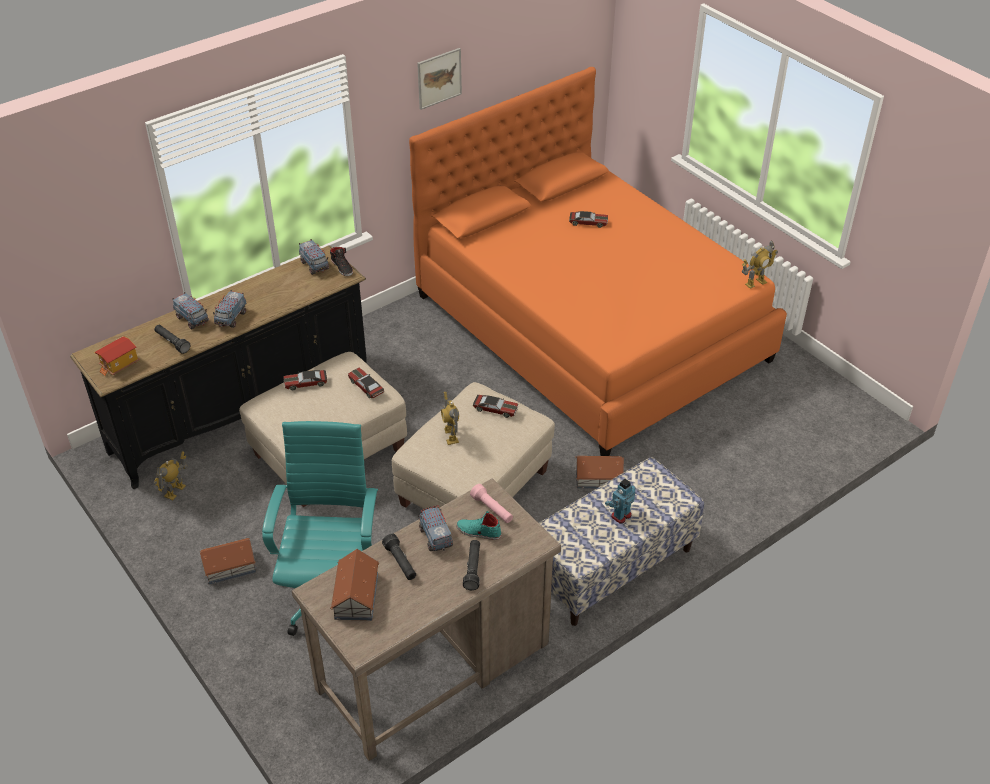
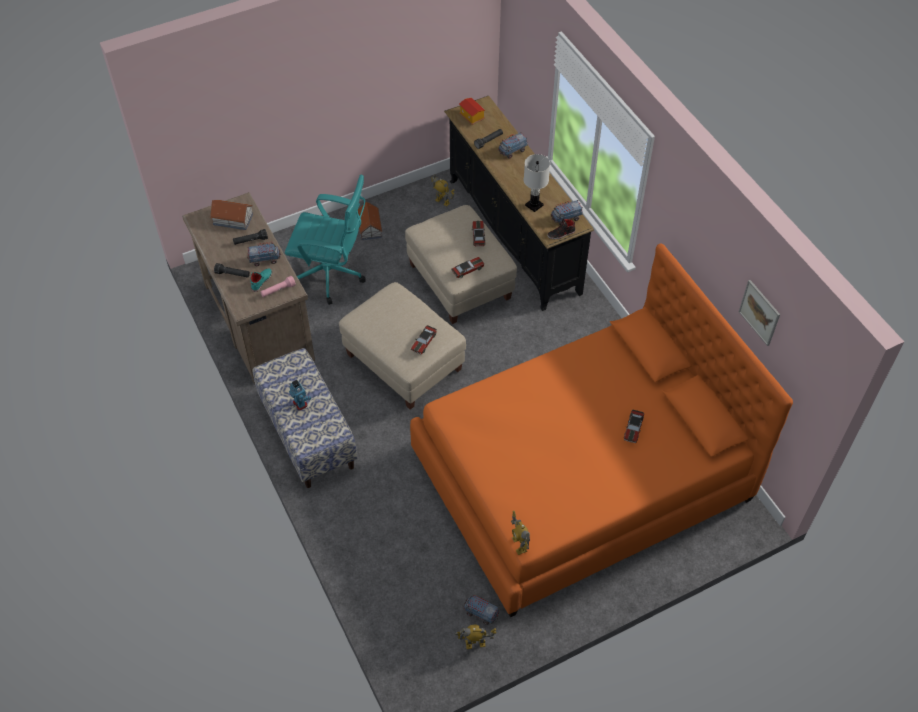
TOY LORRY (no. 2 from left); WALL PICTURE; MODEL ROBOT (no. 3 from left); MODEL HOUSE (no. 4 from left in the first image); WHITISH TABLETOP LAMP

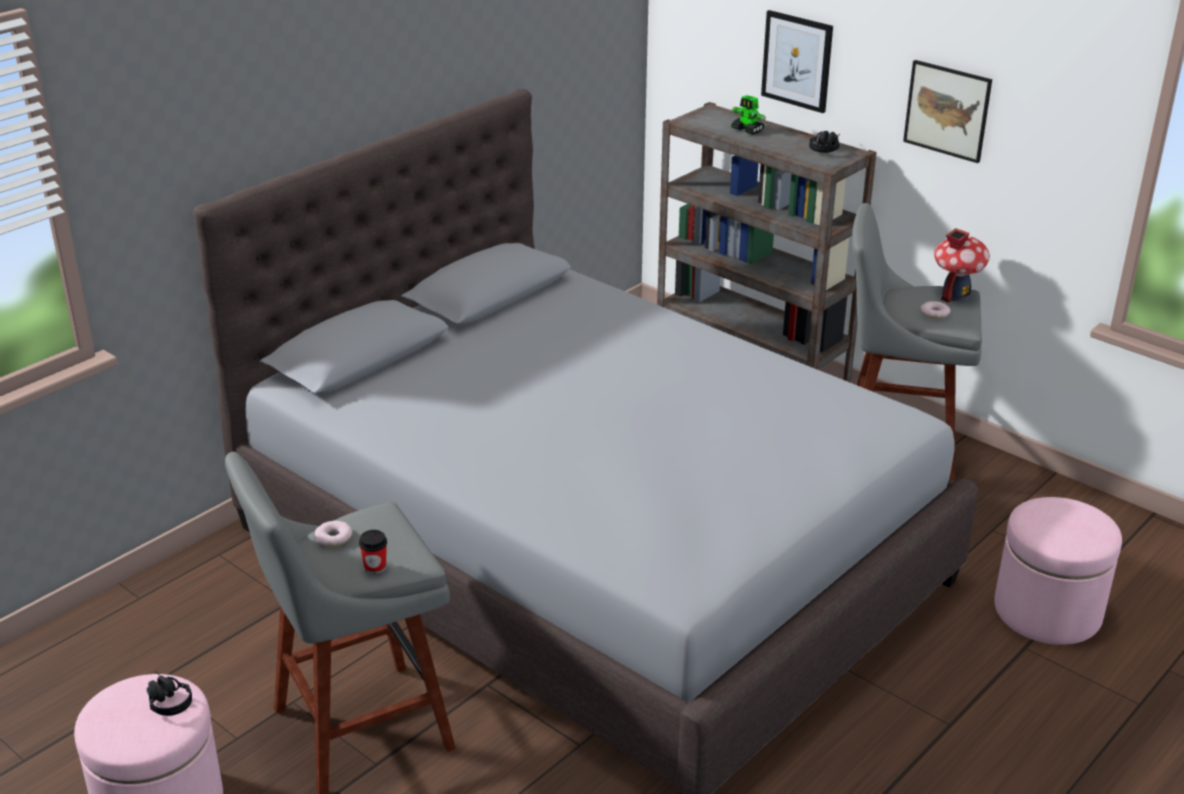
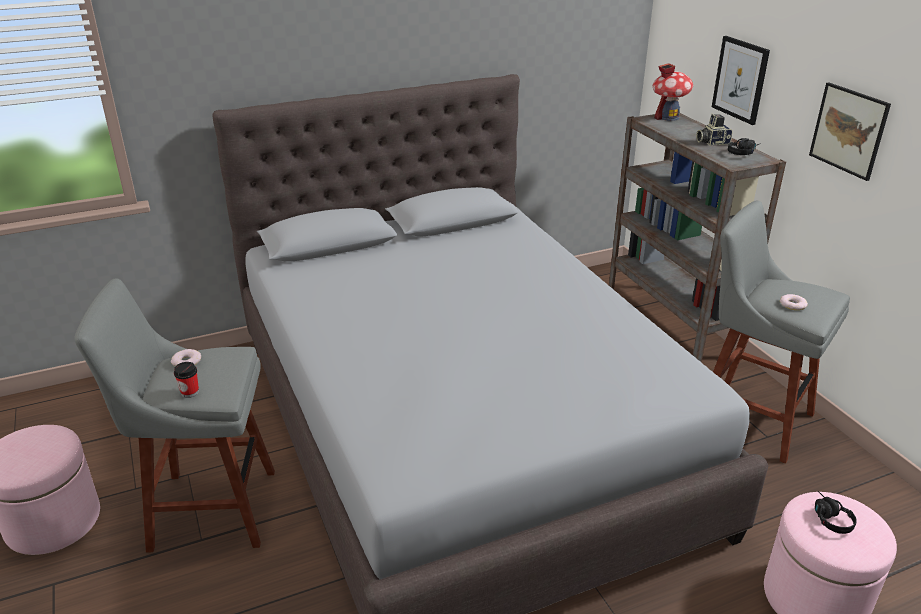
BLACK HEADPHONES (no. 2 from left); MODEL ROBOT; MODEL HOUSE; PHOTO CAMERA

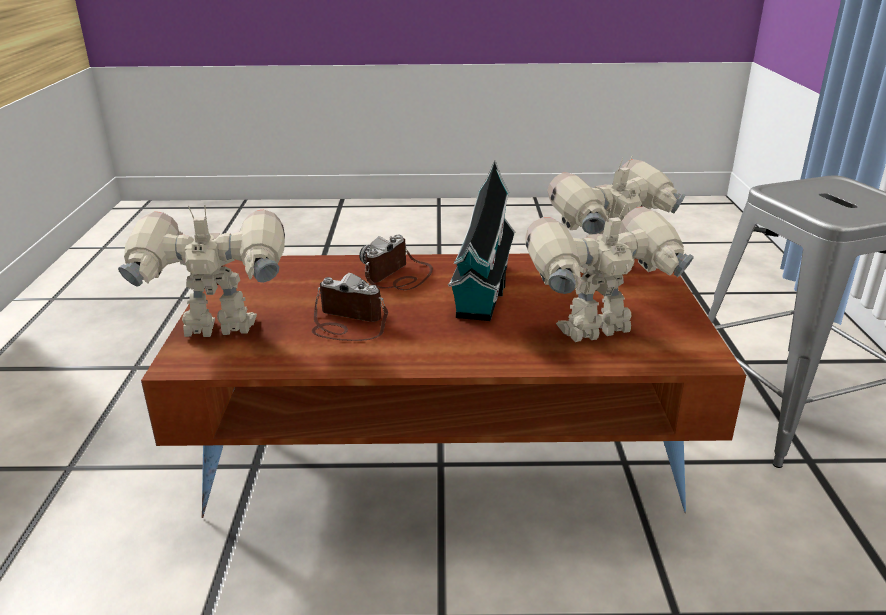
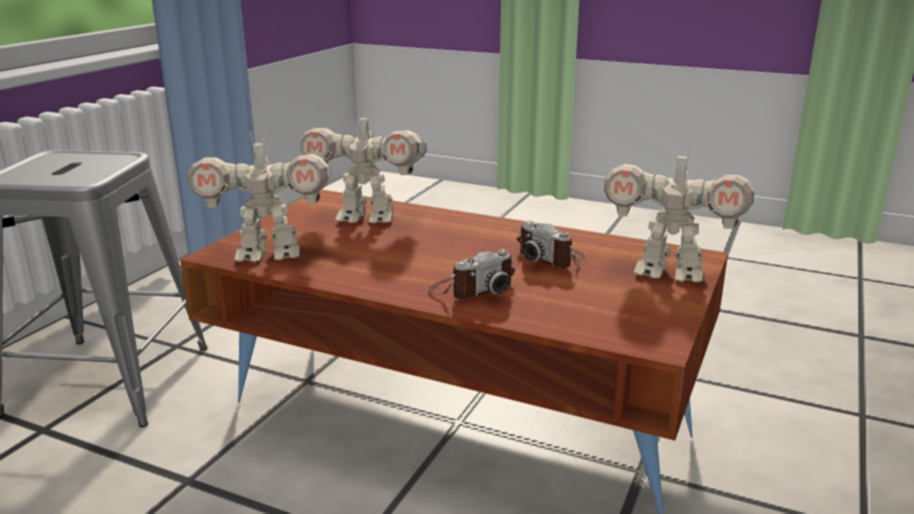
MODEL HOUSE

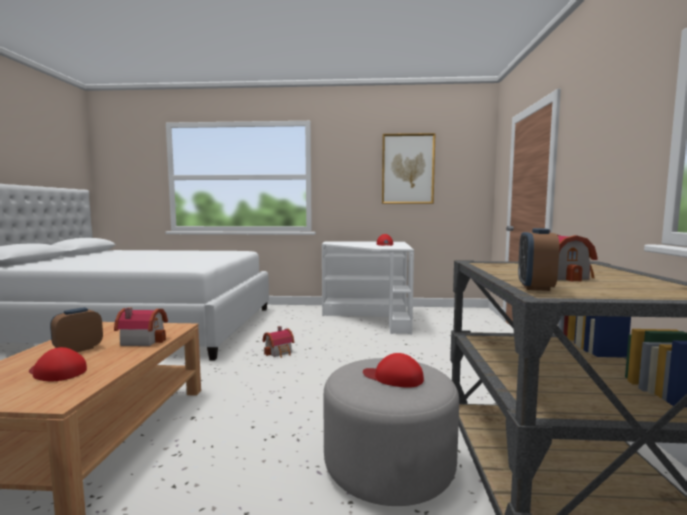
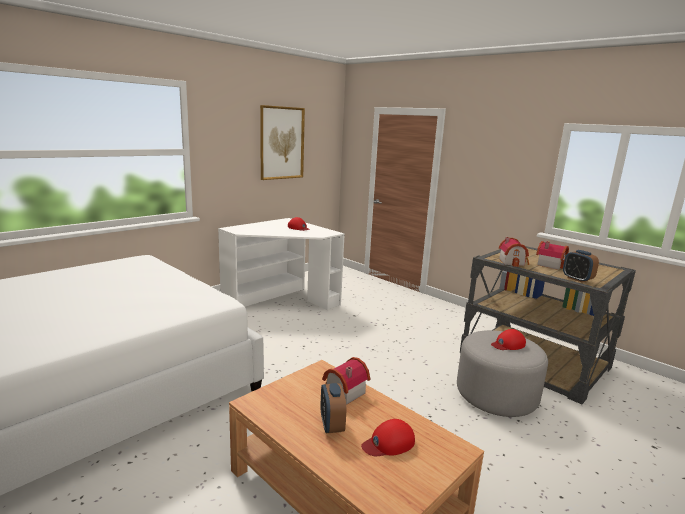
MODEL HOUSE (no. 2 from left)

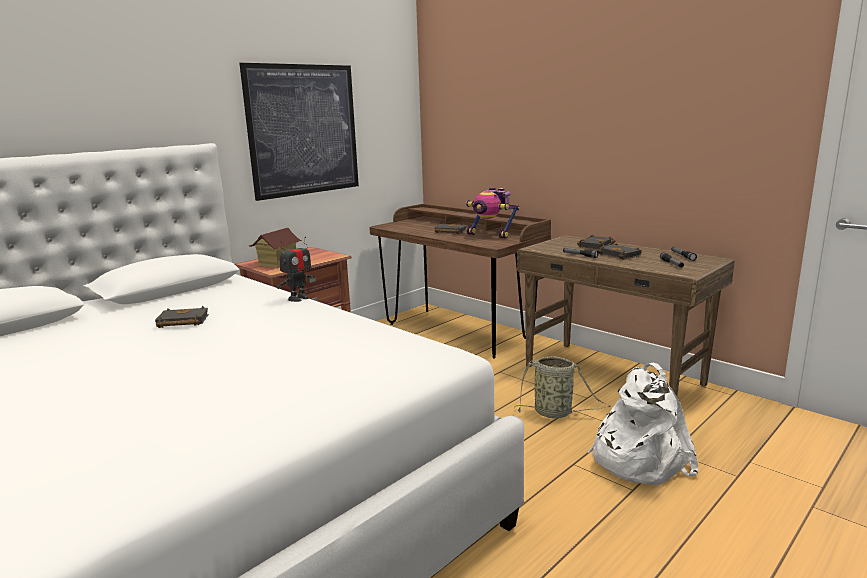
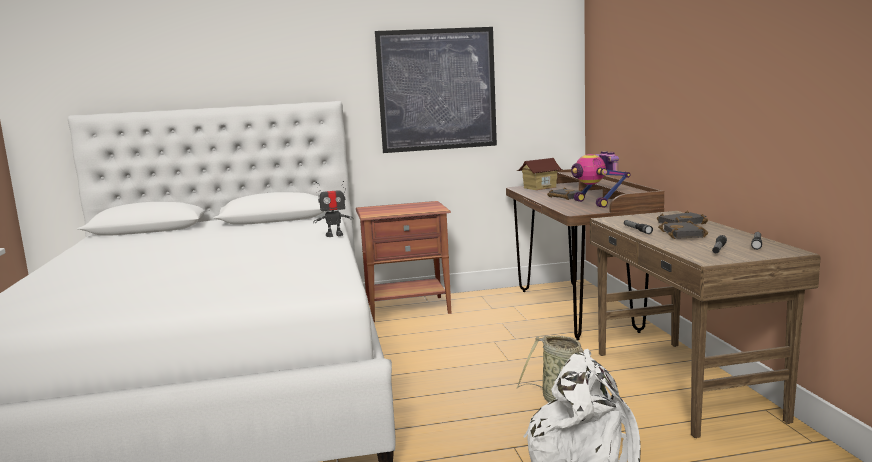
BLACK VOLUME (no. 1 from left in the first image); MODEL HOUSE

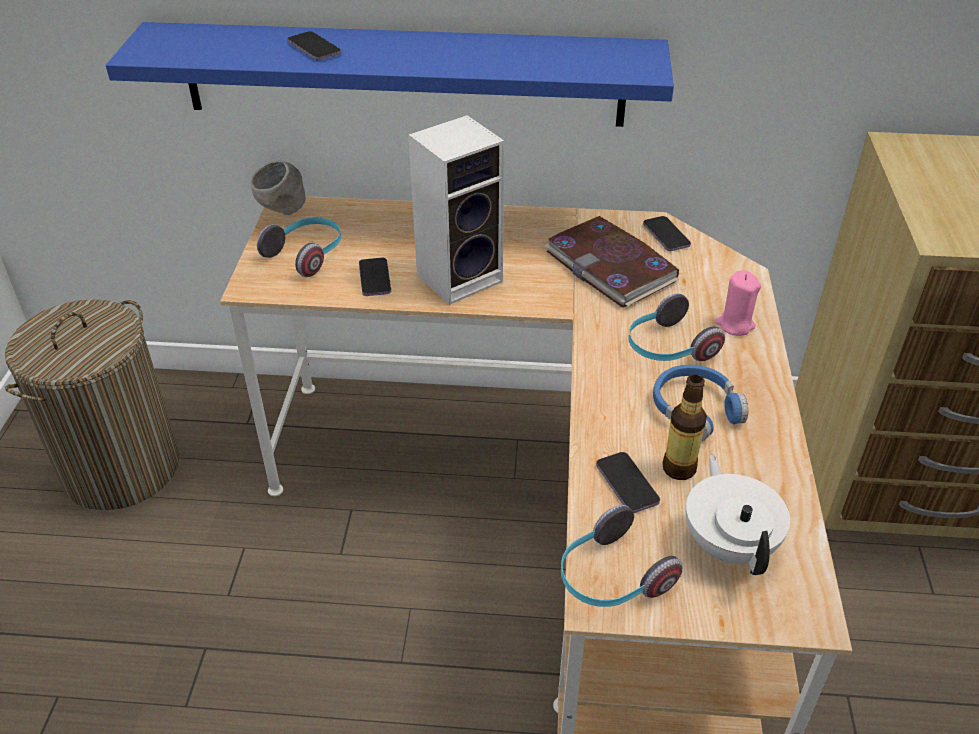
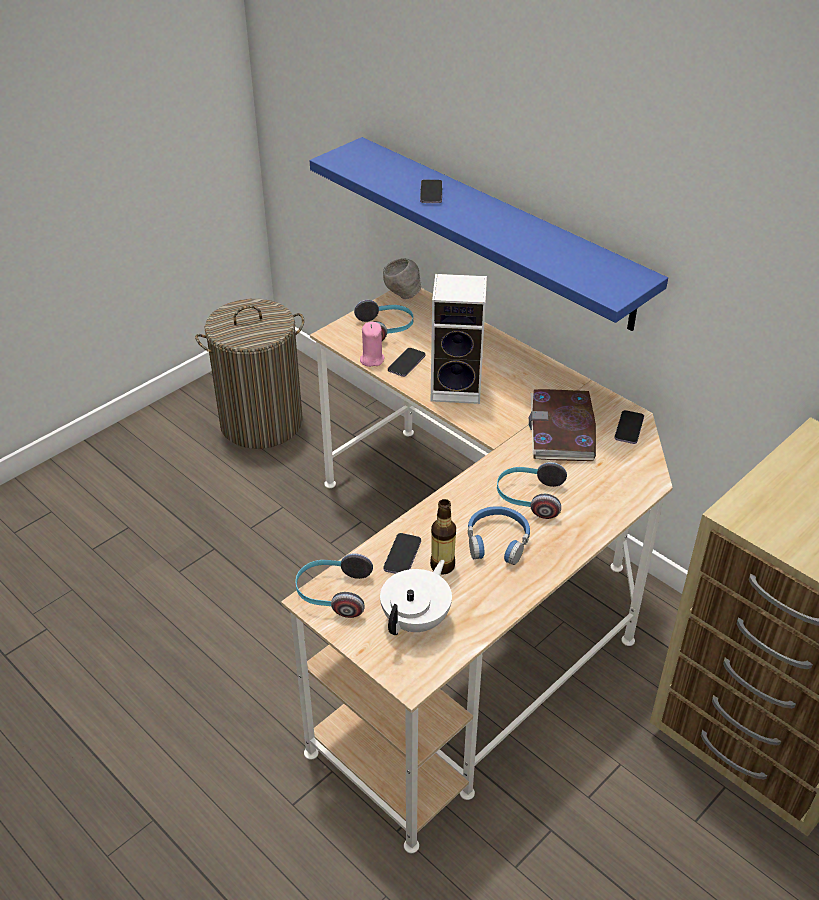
PINK CANDLE

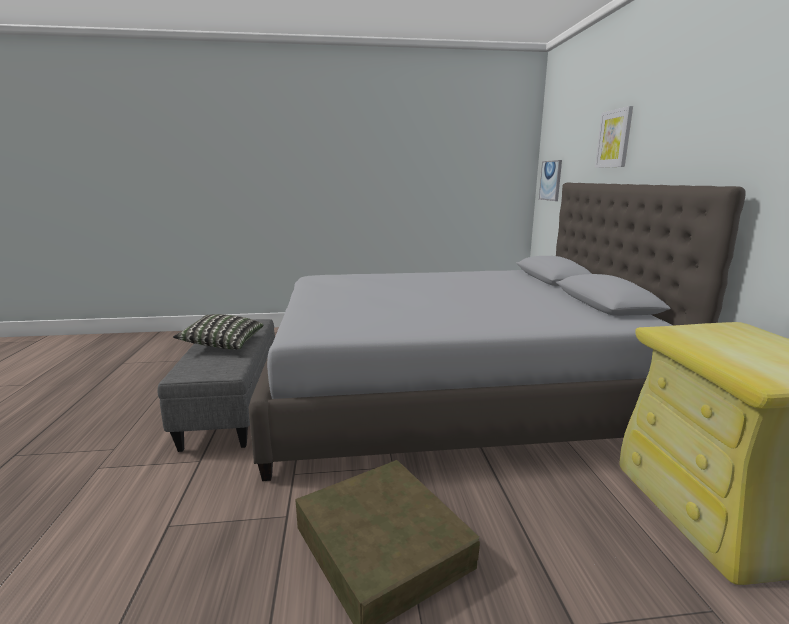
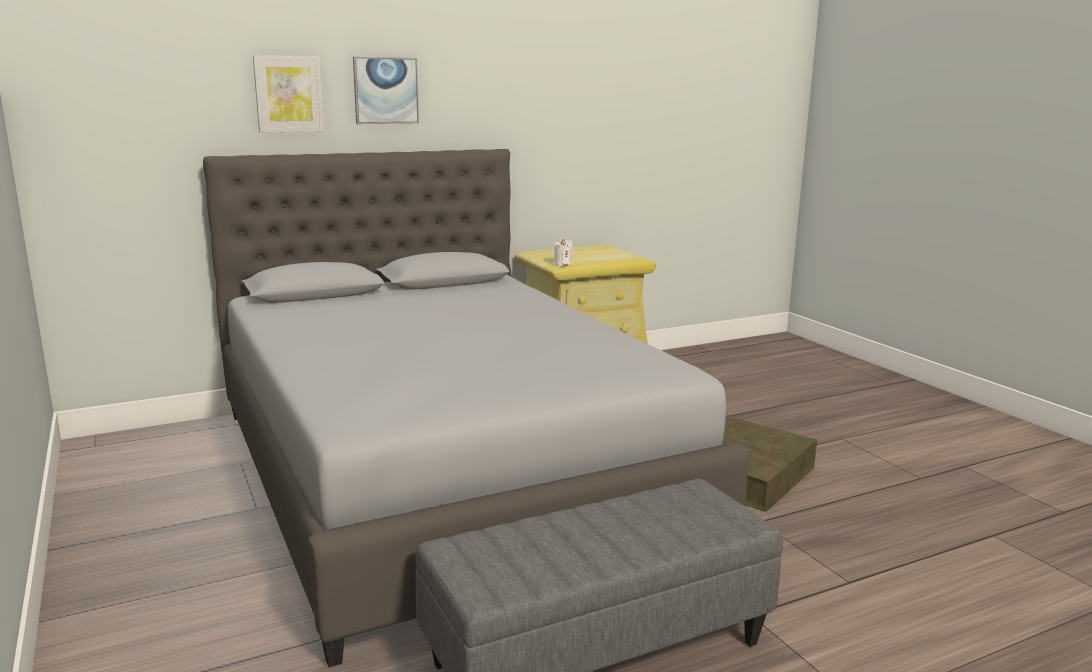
CUSHION; WALL PICTURE (no. 2 from left); WHITISH CANDLE

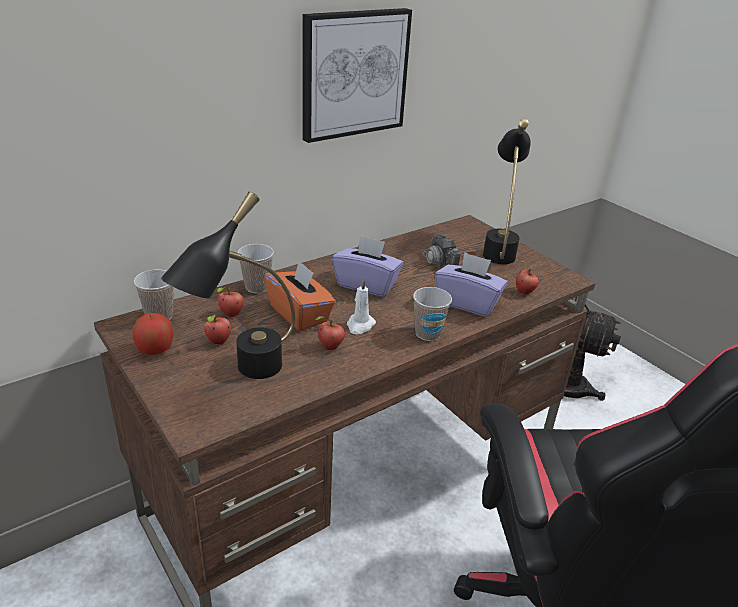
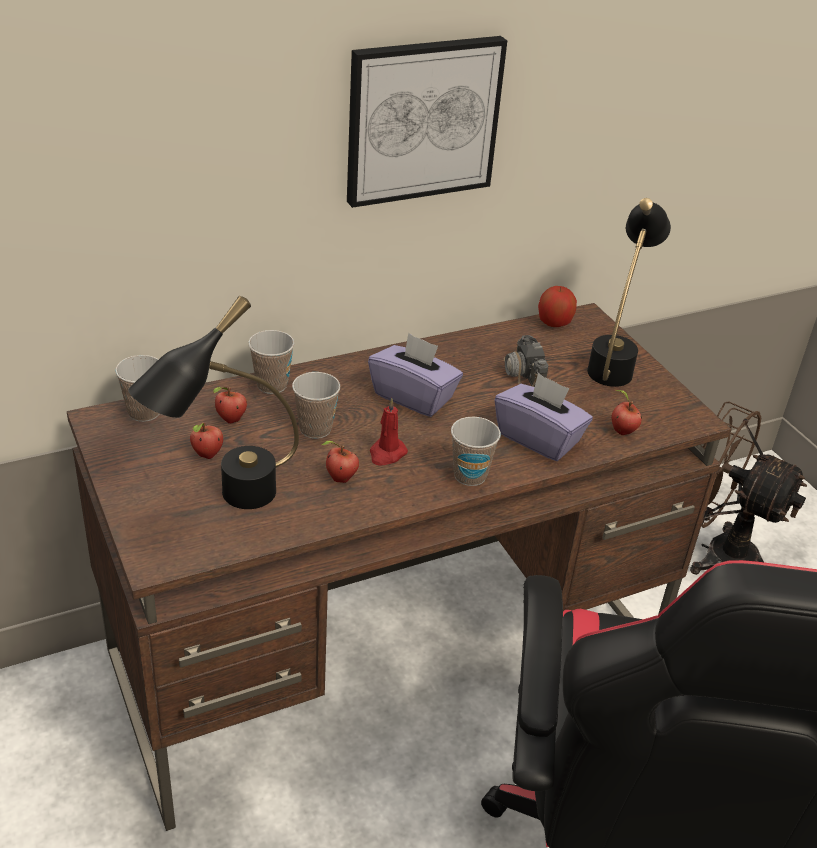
APPLE (no. 4 from left); DRINKING CUP (no. 3 from left); REDDISH CANDLE

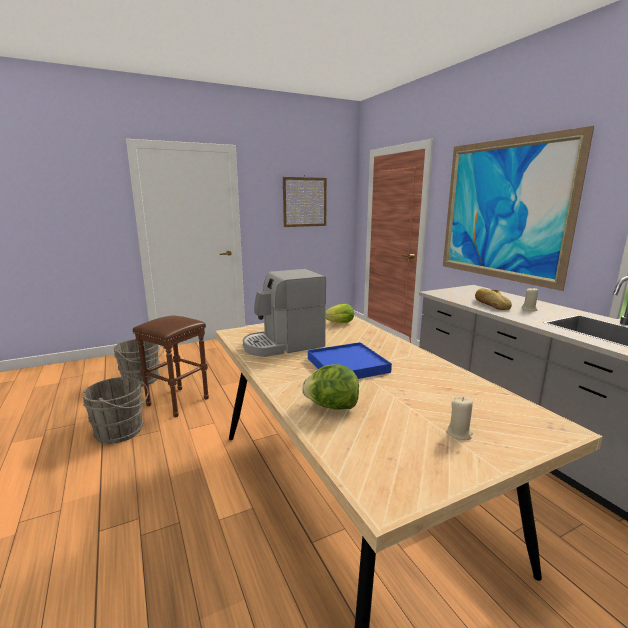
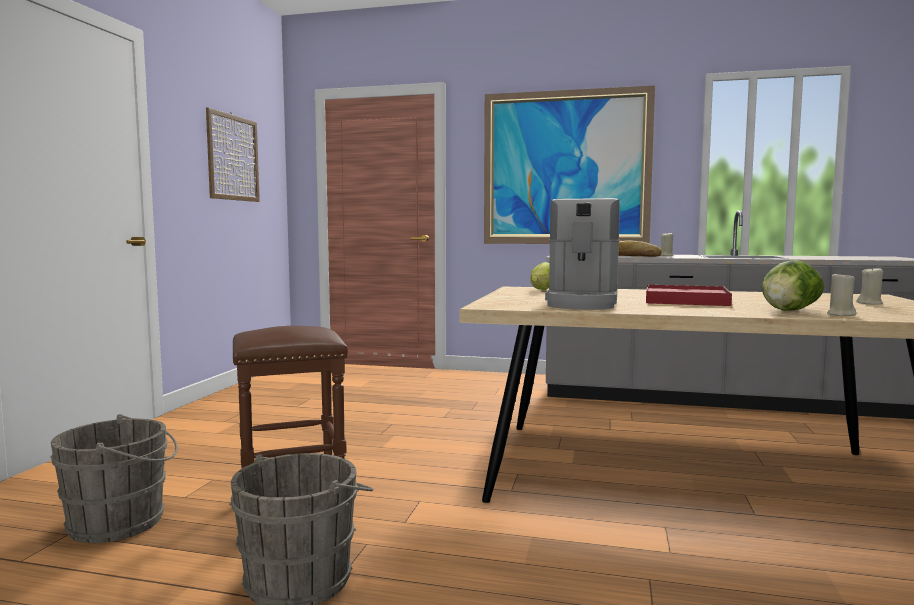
REDDISH CARRYING TRAY; BEIGE-COLOURED CANDLE (no. 2 from left)

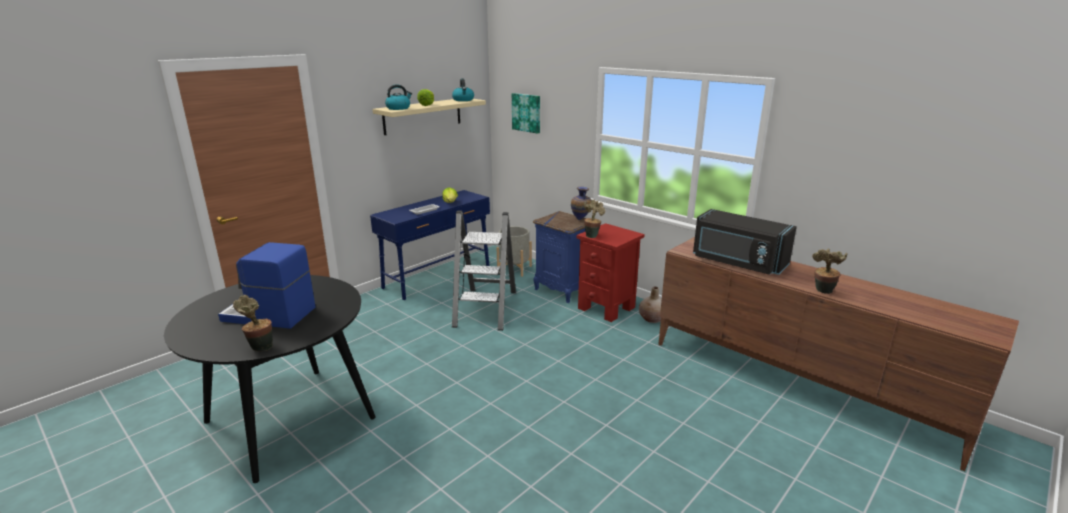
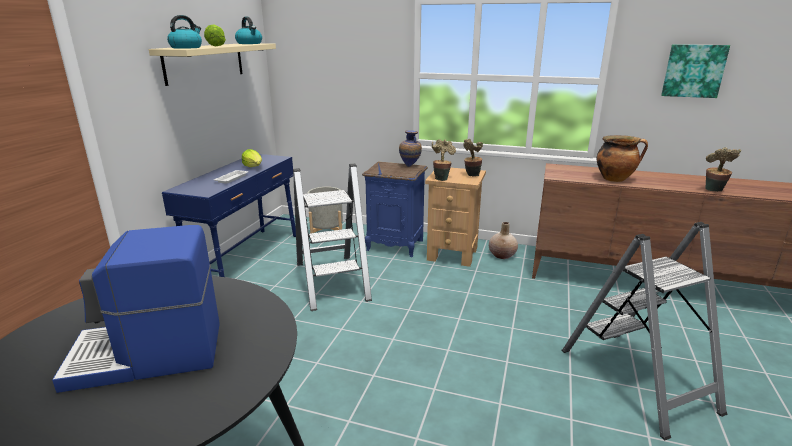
PLANT IN A POT (no. 2 from left); WALL PICTURE; BEIGE-COLOURED BEDSIDE TABLE; STOCKPOT; GREY STEPLADDER (no. 2 from left)

